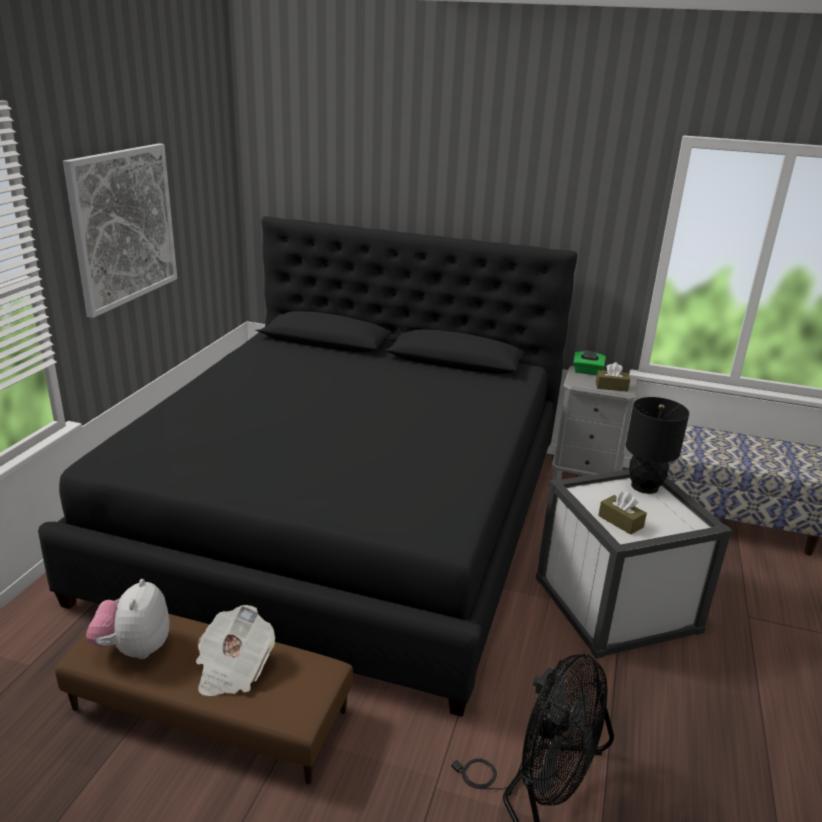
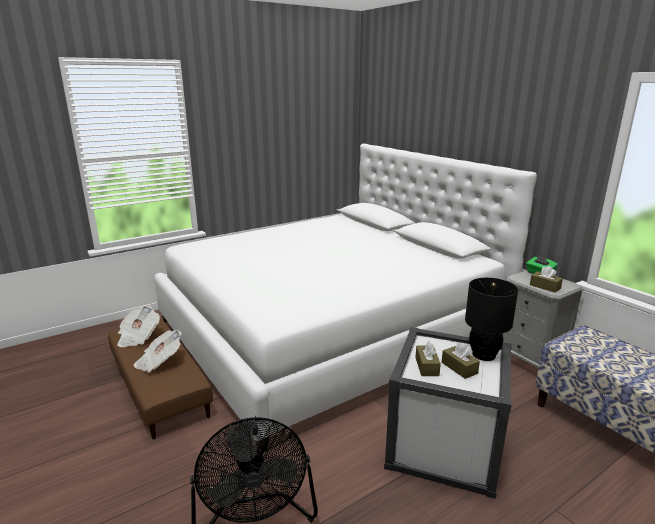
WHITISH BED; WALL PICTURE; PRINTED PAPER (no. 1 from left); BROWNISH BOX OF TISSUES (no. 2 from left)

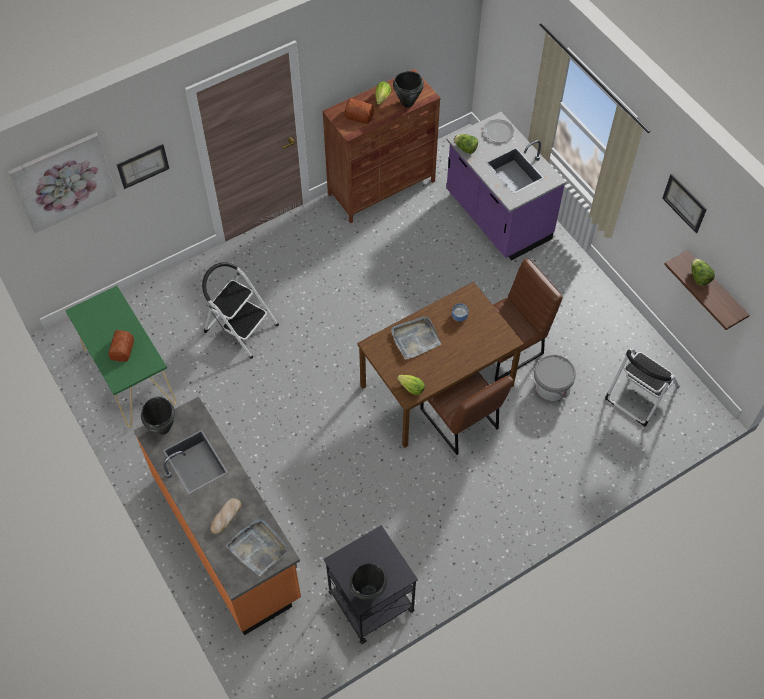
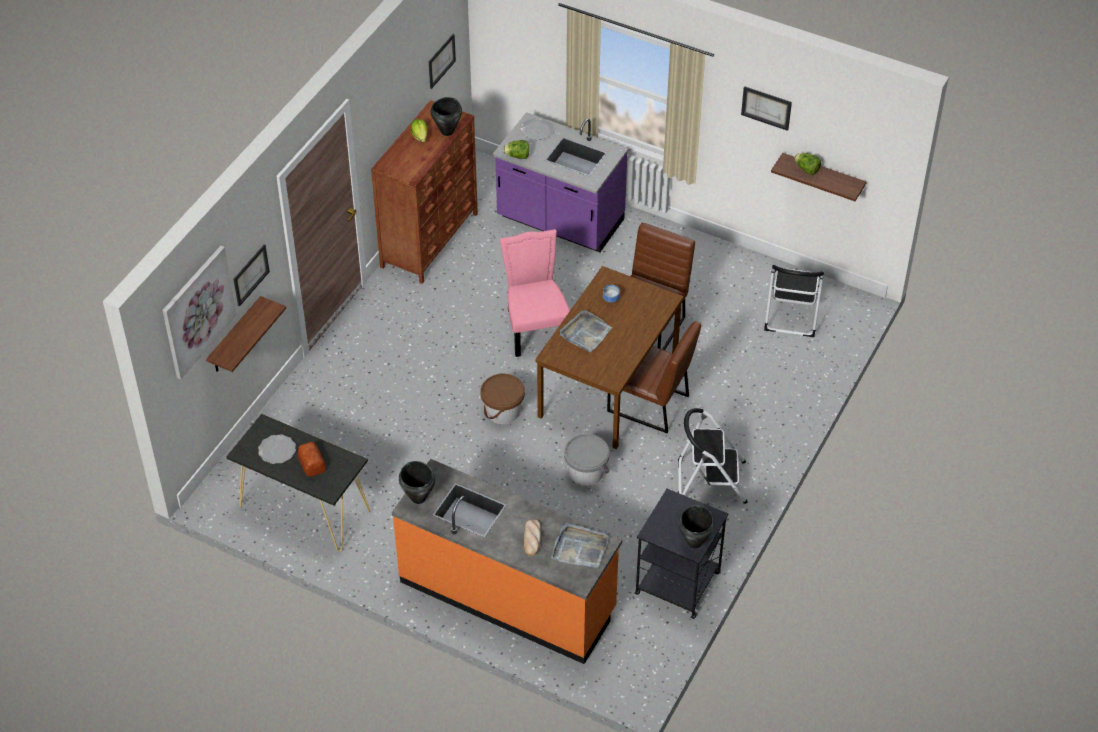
BLACK CONSOLE TABLE; STEPLADDER (no. 1 from left); BAKERY BREAD (no. 3 from left in the first image); LETTUCE HEAD (no. 2 from left in the first image); GREY PAIL; WALL SHELF (no. 1 from left); FLAT DISH (no. 1 from left); WALL PICTURE (no. 3 from left); BROWNISH PAIL; PINK PLAIN CHAIR

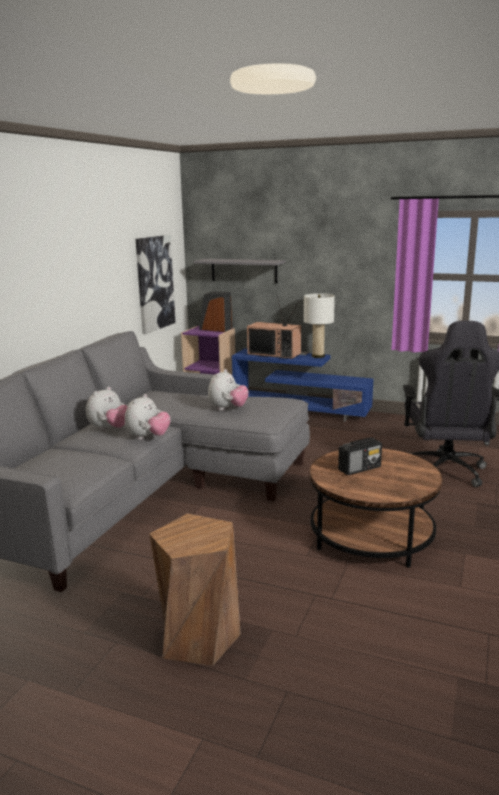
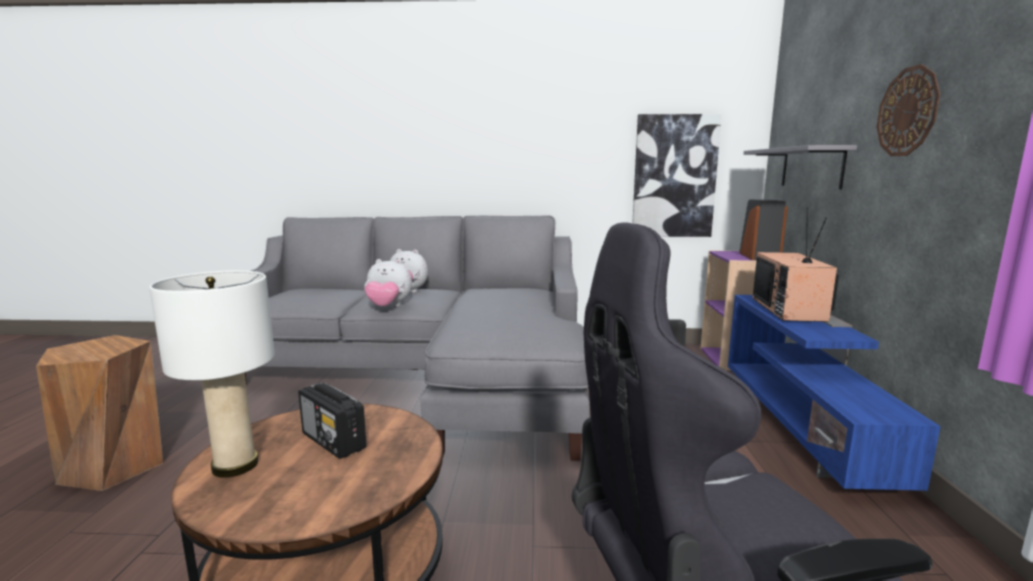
SOFT TOY (no. 3 from left in the first image); WHITISH TABLETOP LAMP; HANGING CLOCK

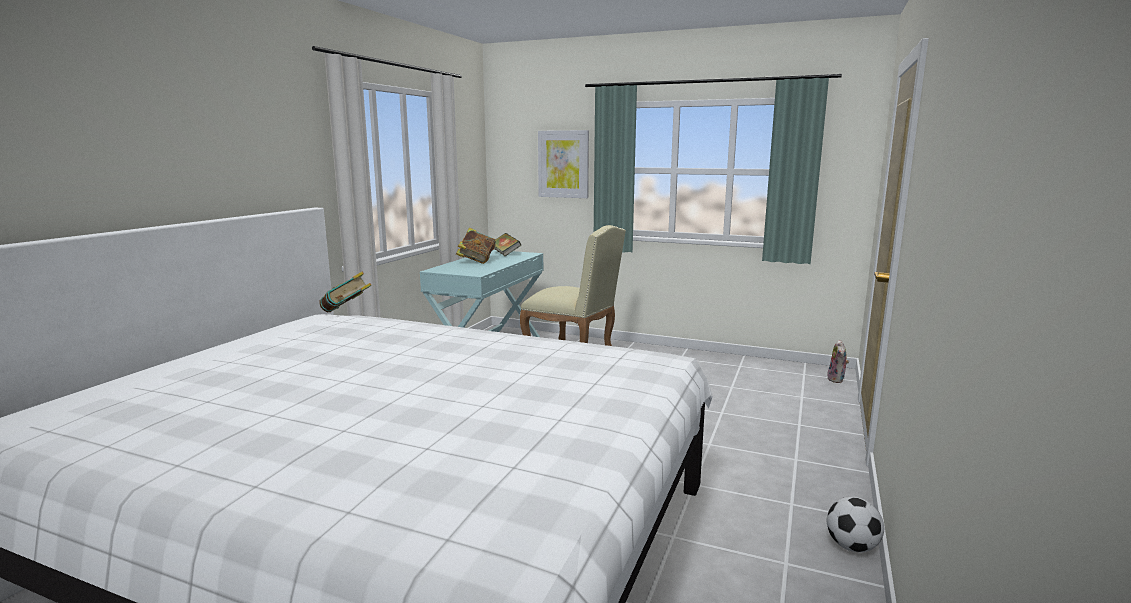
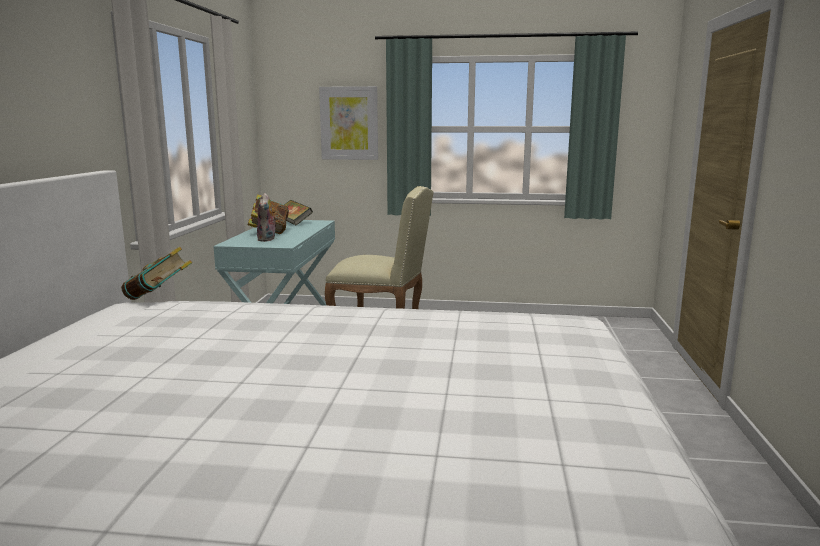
SOFT TOY; BALL FOR FOOTBALL

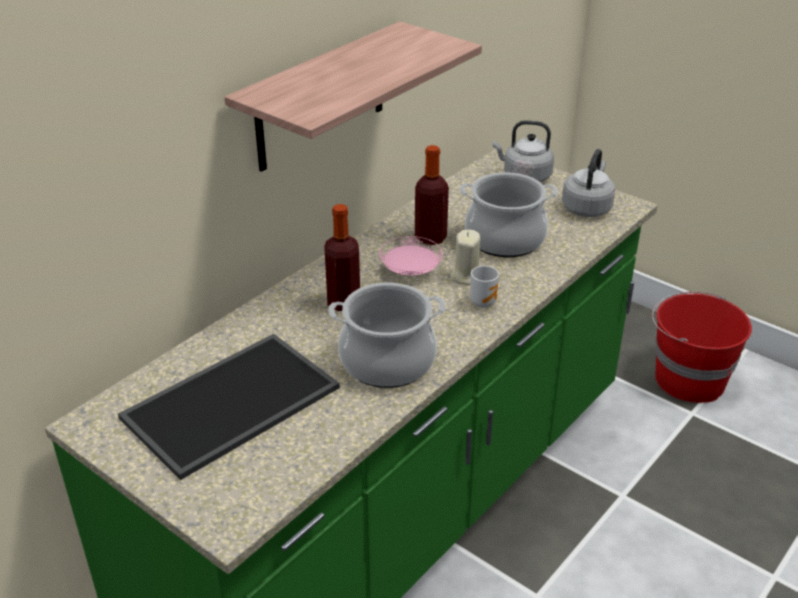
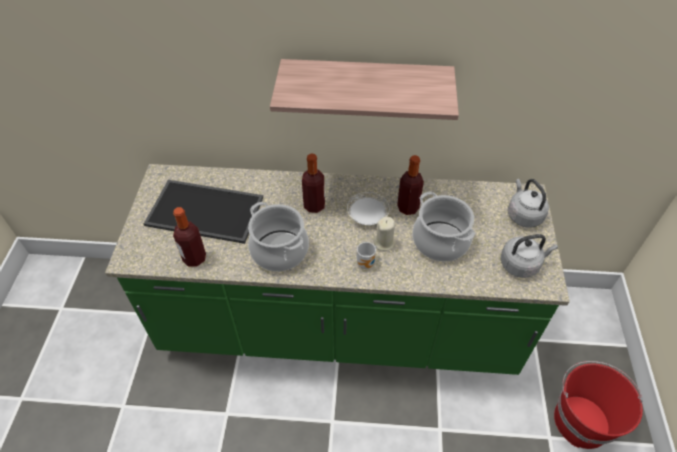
WHITISH FLAT DISH; BOTTLE (no. 1 from left)

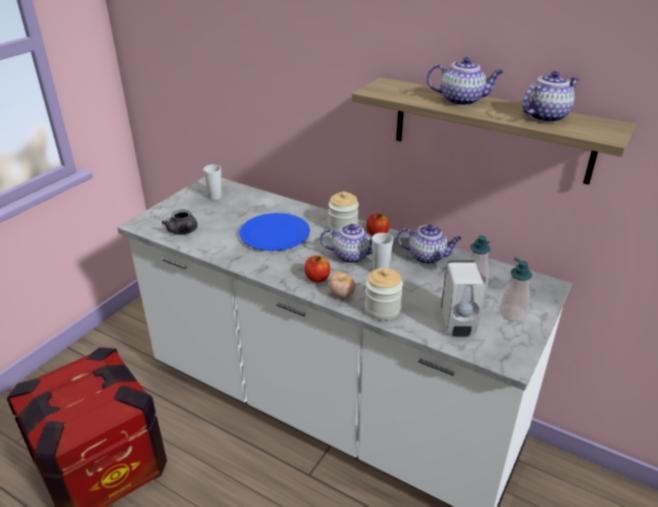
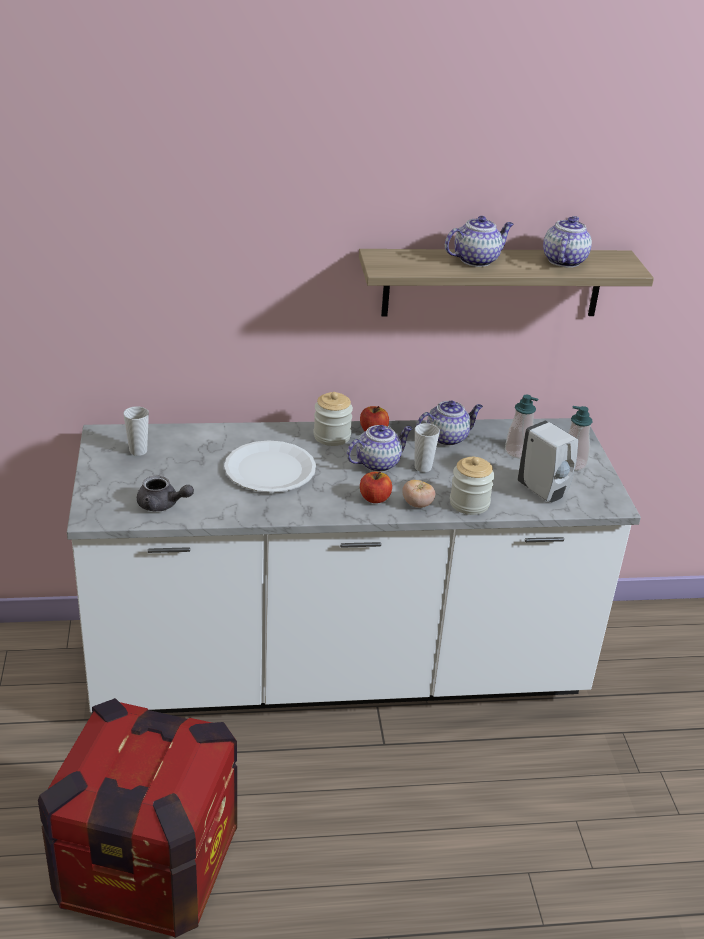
WHITISH FLAT DISH

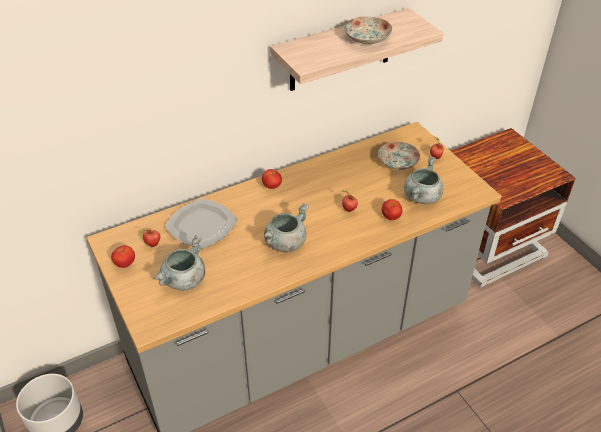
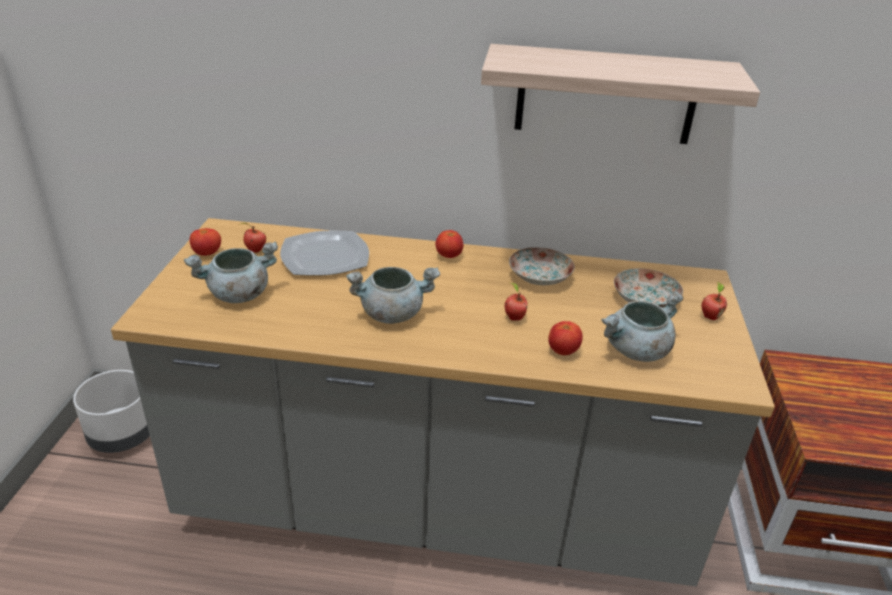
FLAT DISH (no. 2 from left)

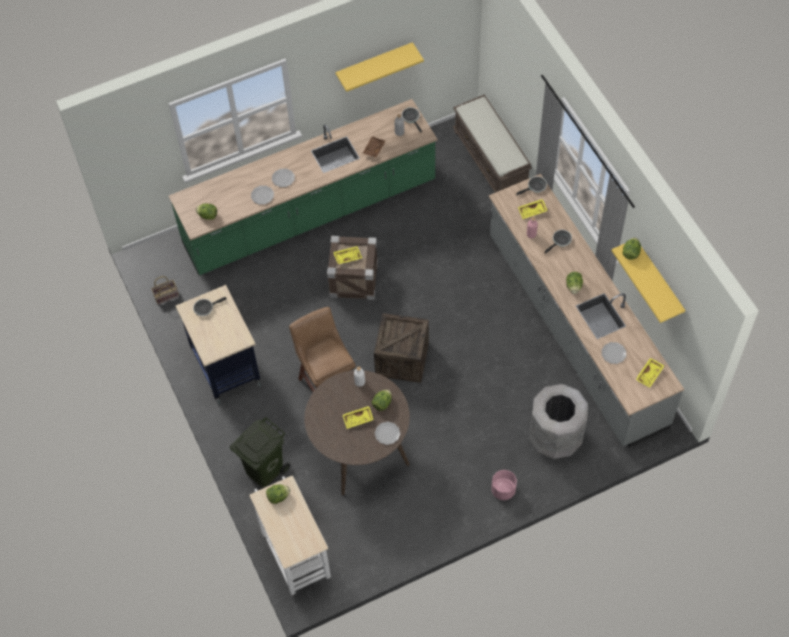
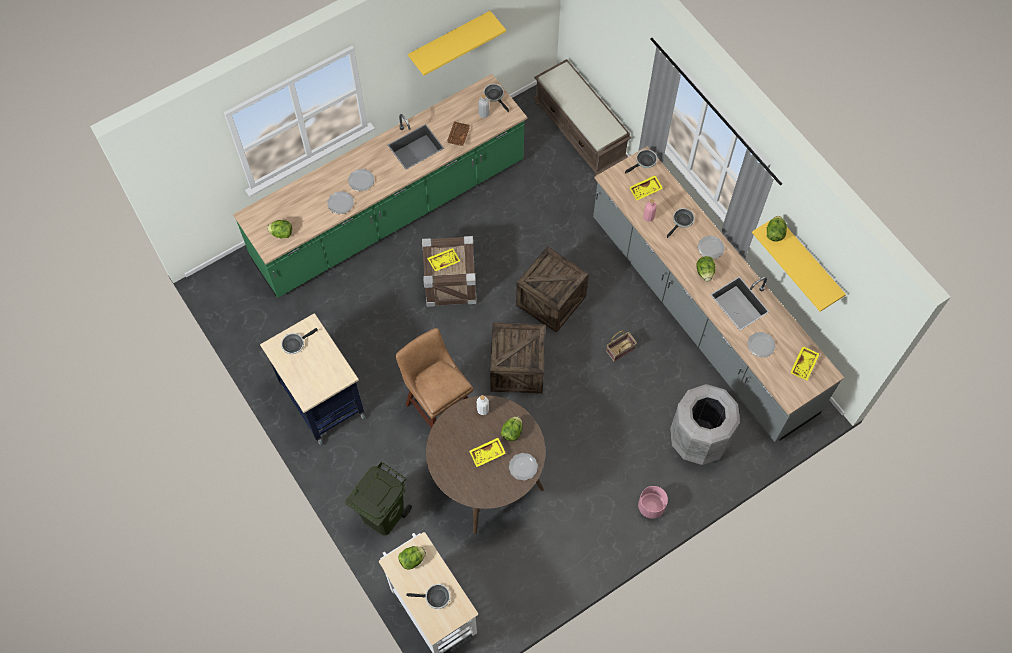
STORAGE BASKET; PAN (no. 2 from left); CRATE (no. 3 from left); FLAT DISH (no. 4 from left)

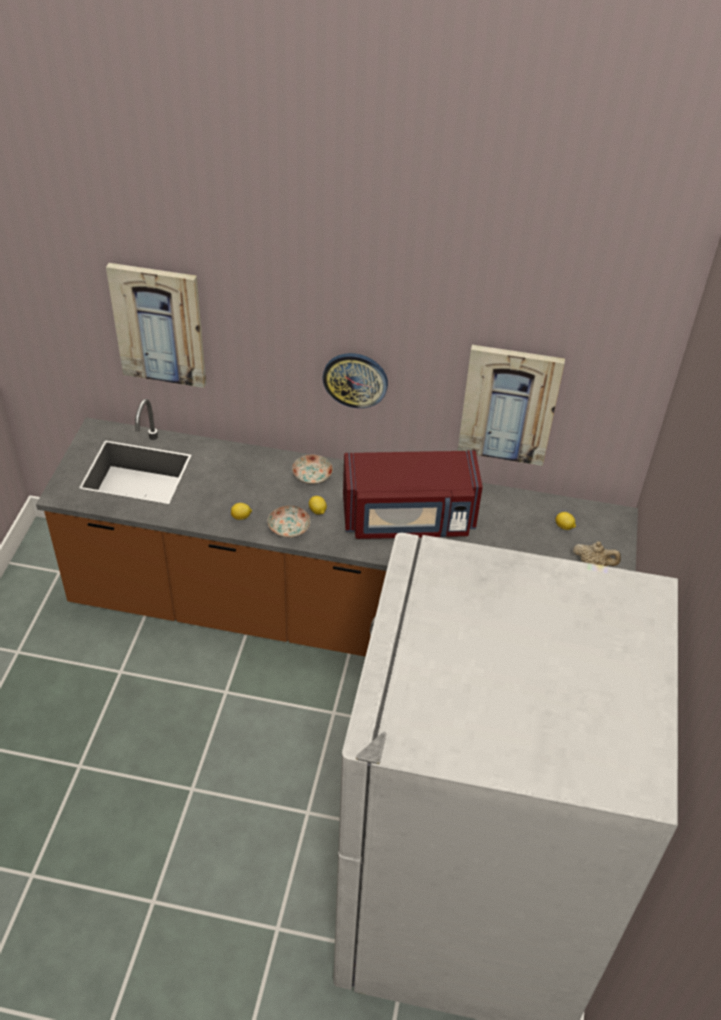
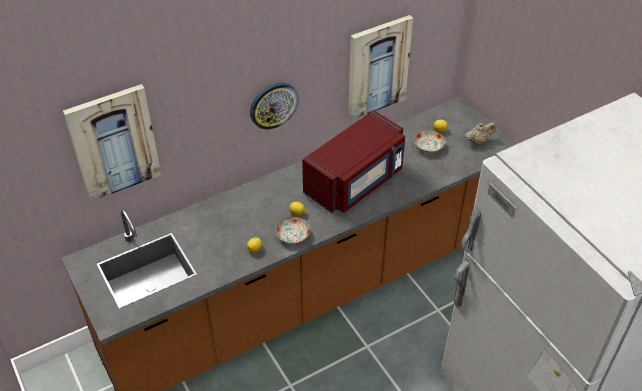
FLAT DISH (no. 2 from left)

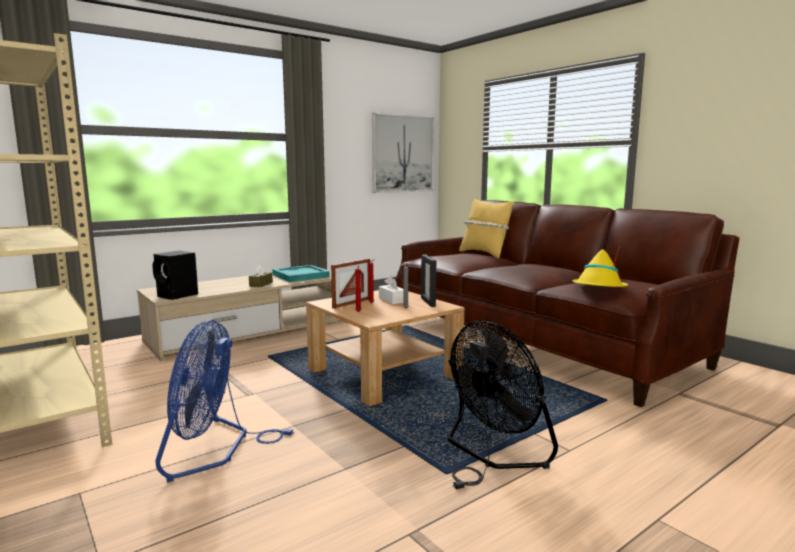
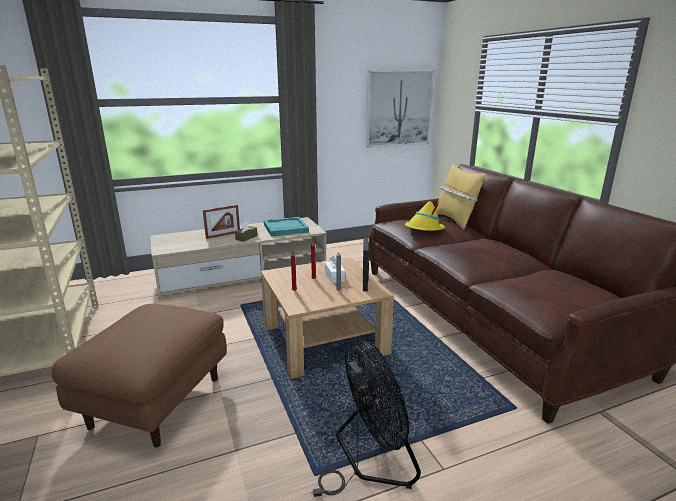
BLACK LOUDSPEAKER; BROWNISH POUFFE; PICTURE FRAME (no. 1 from left); YELLOW WEARABLE HAT

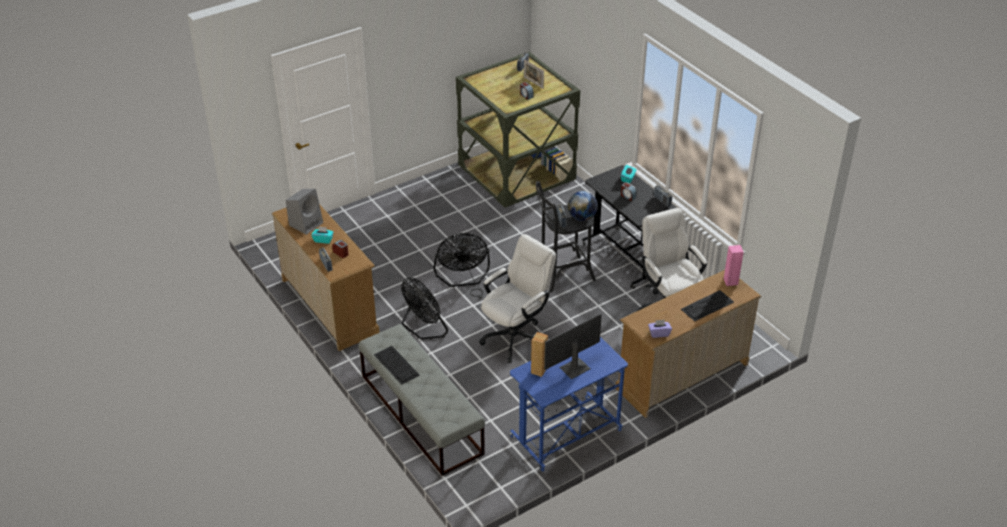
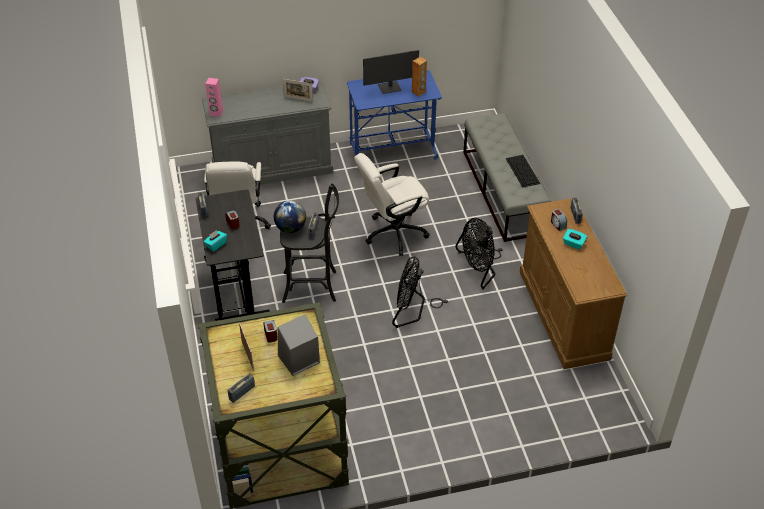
GREY LOUDSPEAKER; BLACK ELECTRIC FAN (no. 1 from left); GREY STORAGE CABINET; KEYBOARD (no. 2 from left in the first image); PICTURE FRAME (no. 2 from left)

